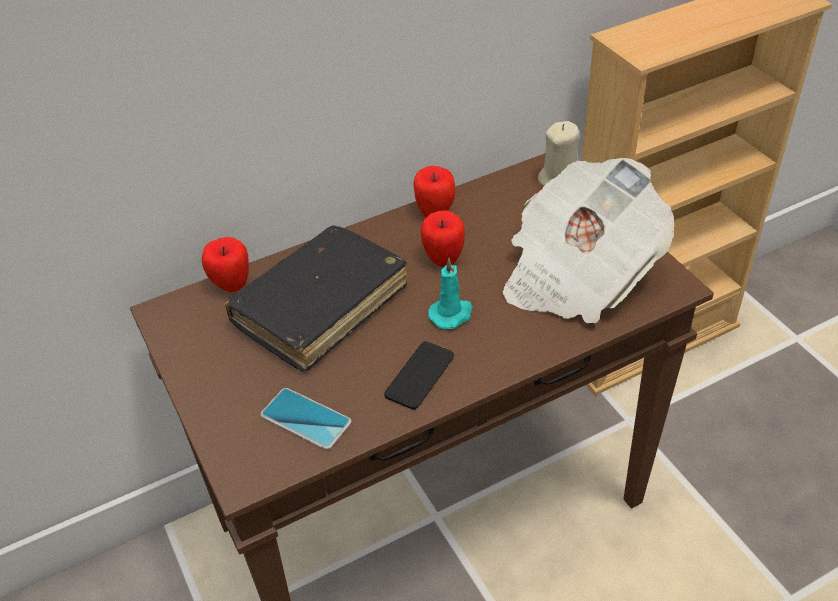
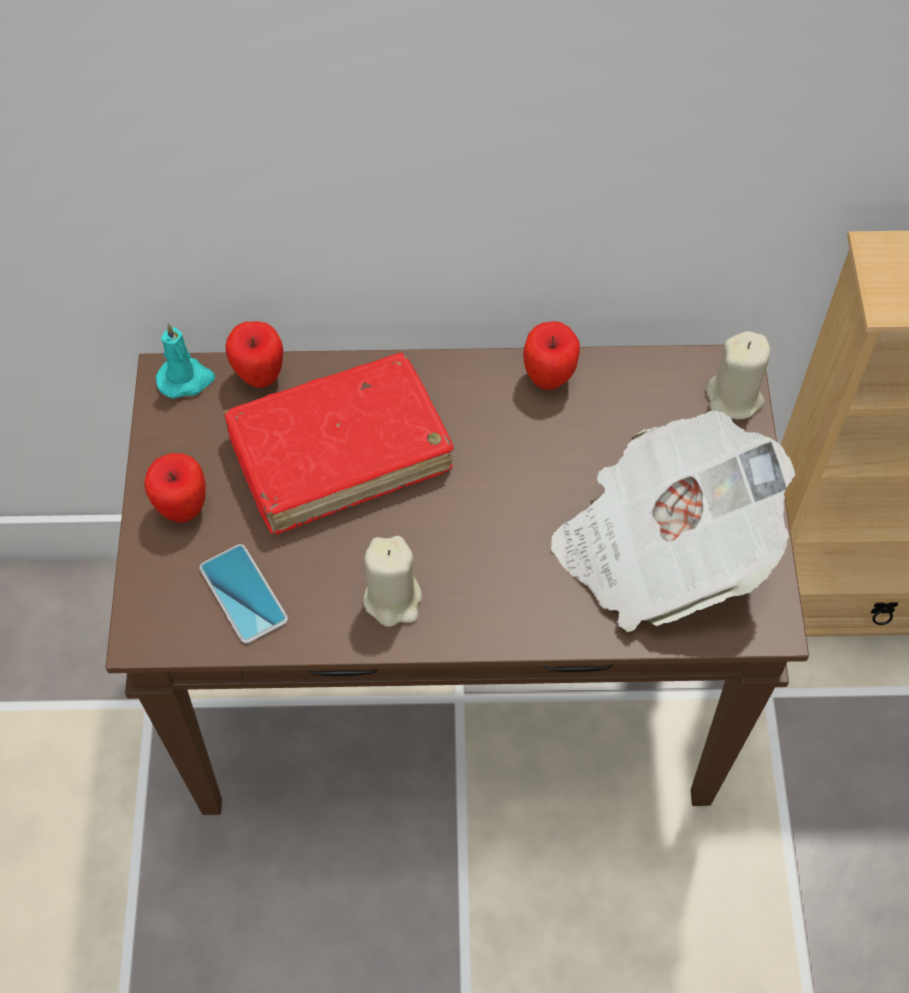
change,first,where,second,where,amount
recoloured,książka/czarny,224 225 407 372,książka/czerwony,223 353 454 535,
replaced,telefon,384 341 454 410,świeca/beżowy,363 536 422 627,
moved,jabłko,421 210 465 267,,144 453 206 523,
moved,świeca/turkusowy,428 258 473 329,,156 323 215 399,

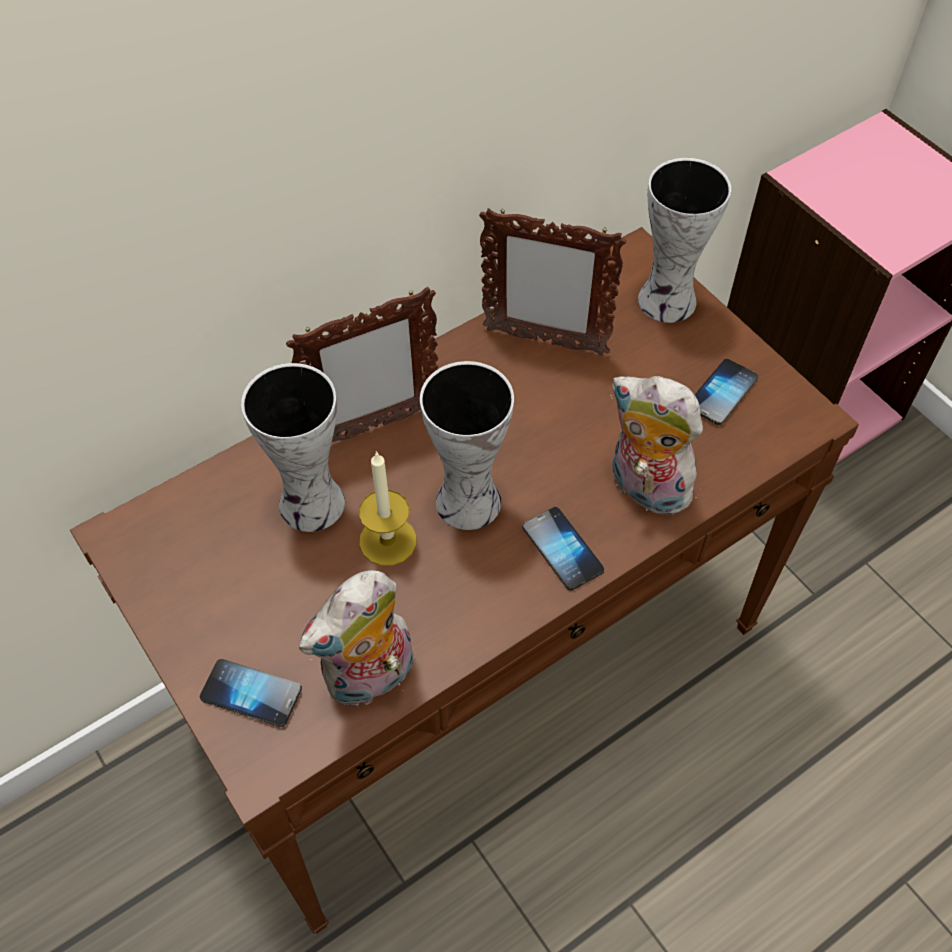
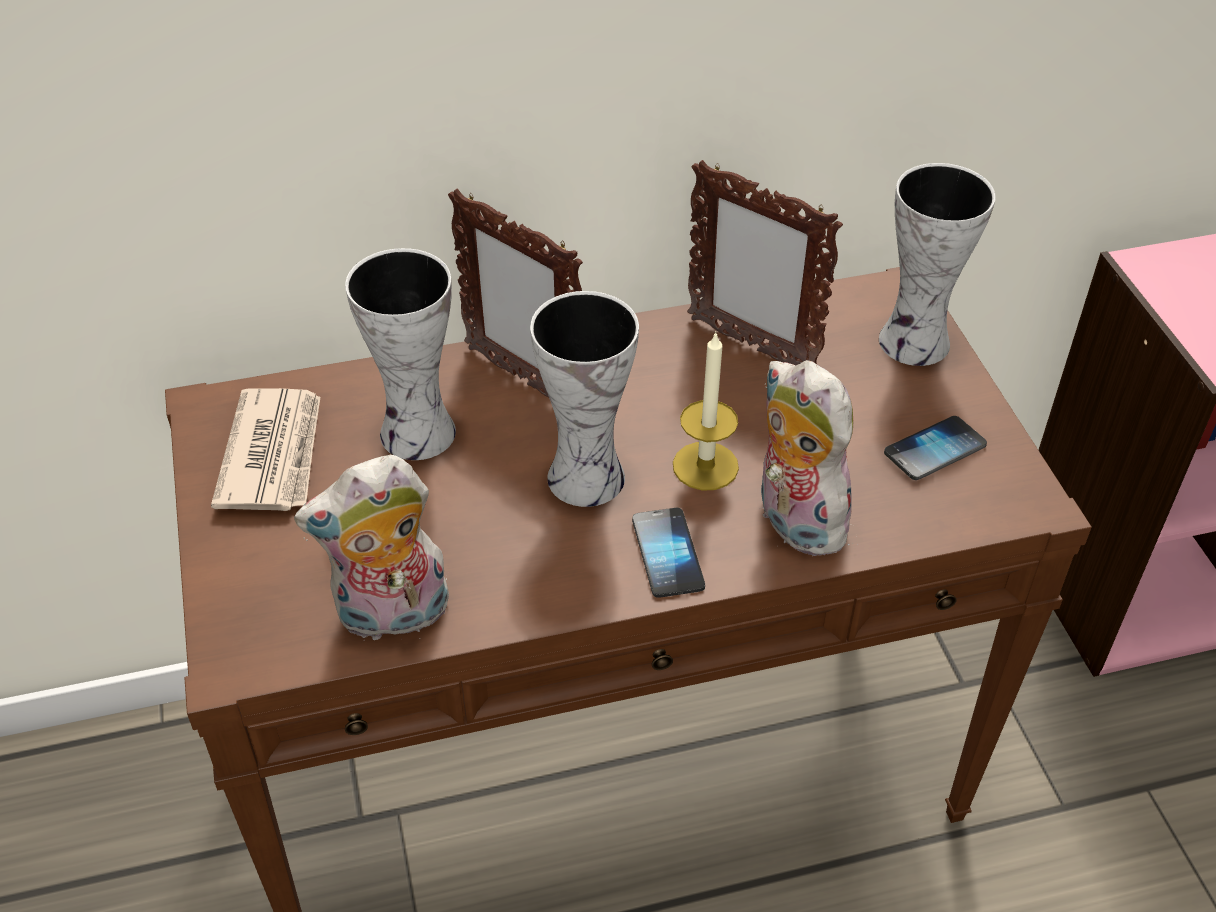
change,first,where,second,where,amount
removed,telefon,200 659 302 727,,,
turned,ramka na zdjęcie,286 287 438 442,,448 189 583 398,45 degrees clockwise
moved,świeca,359 451 417 566,,673 331 739 491,
added,,,gazeta,211 388 320 511,

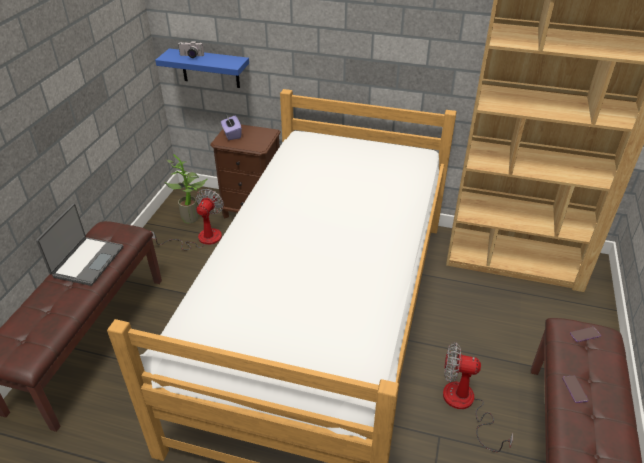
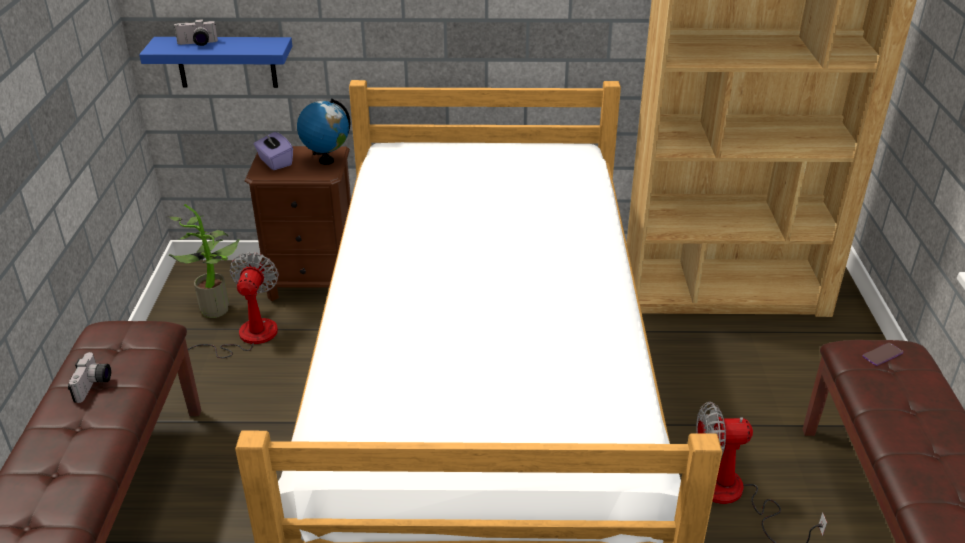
change,first,where,second,where,amount
replaced,laptop,36 204 123 286,aparat fotograficzny,68 352 111 403,
removed,telefon,562 376 588 403,,,
added,,,globus,297 98 350 165,

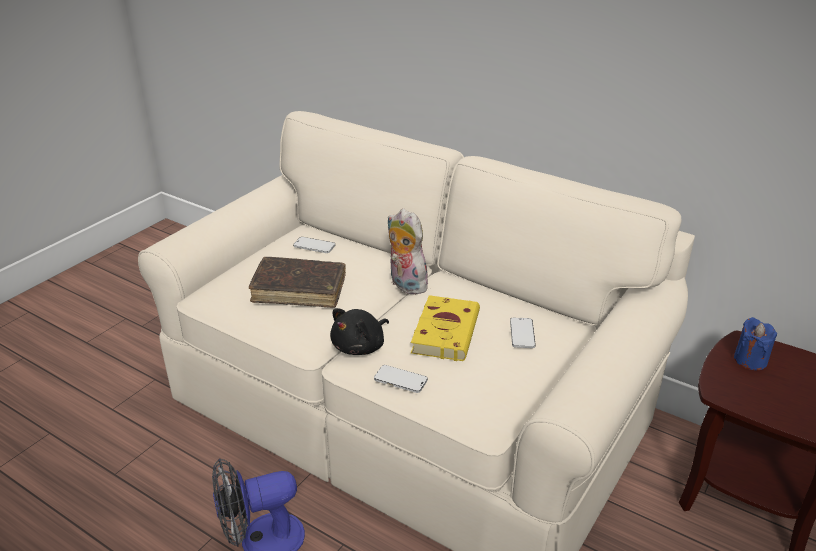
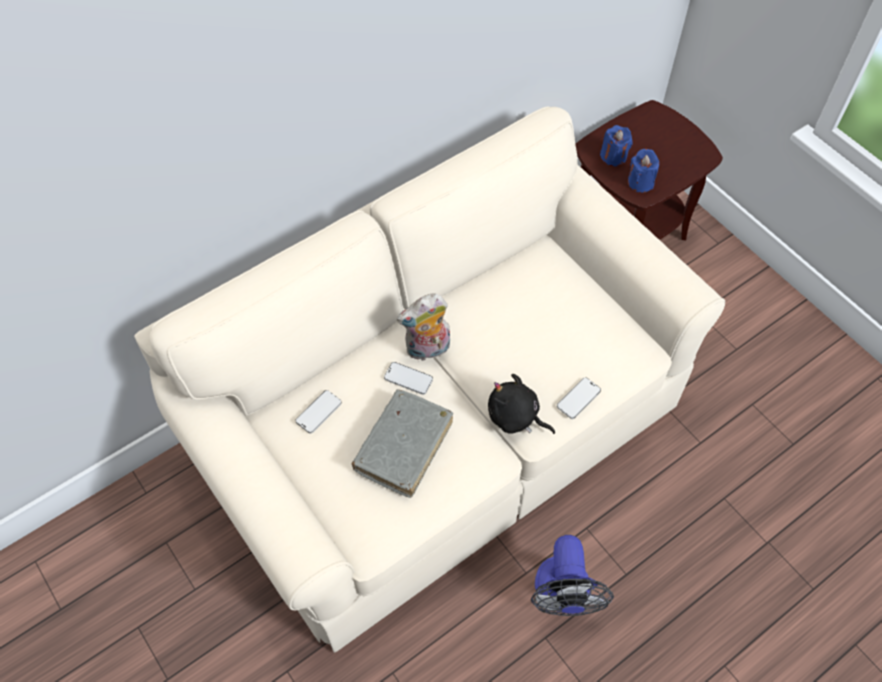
change,first,where,second,where,amount
recoloured,książka/brązowy,249 257 346 308,książka/szary,352 389 453 498,
turned,pluszak/czarny,330 308 389 355,,488 374 555 434,150 degrees clockwise
removed,książka/żółty,411 295 480 361,,,
moved,telefon,510 318 536 348,,384 362 433 395,
added,,,świeca/niebieski,628 149 659 192,

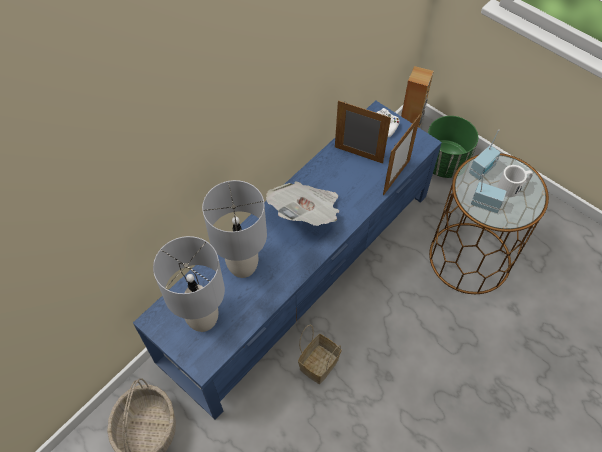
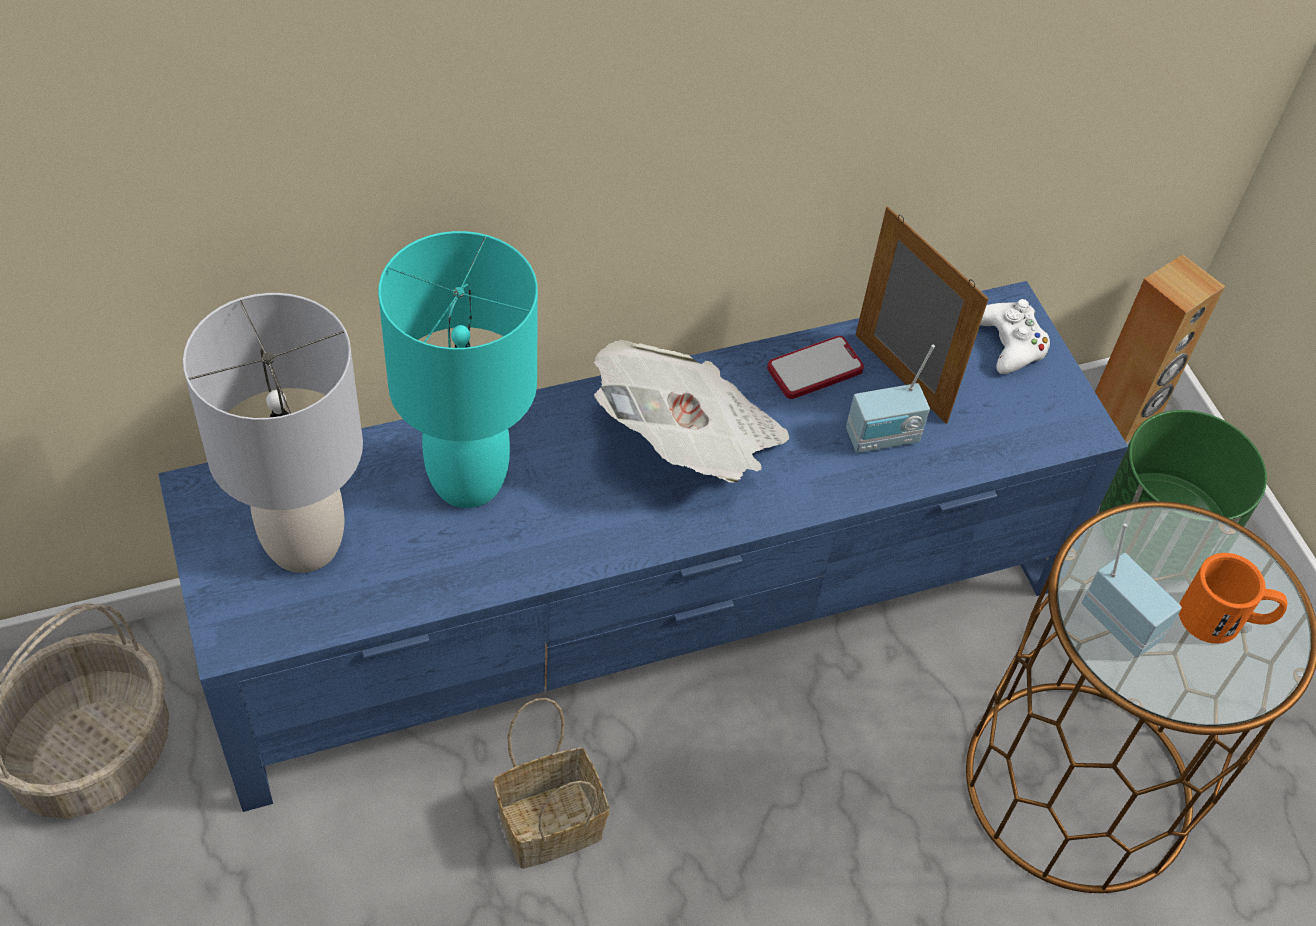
change,first,where,second,where,amount
recoloured,lampa stołowa/szary,202 180 267 278,lampa stołowa/turkusowy,378 231 538 508,
removed,ramka na zdjęcie,383 115 420 196,,,
moved,radio,469 129 501 180,,846 345 935 453,
recoloured,kubek/biały,498 165 533 197,kubek/pomarańczowy,1179 553 1287 644,
added,,,telefon,767 336 864 399,

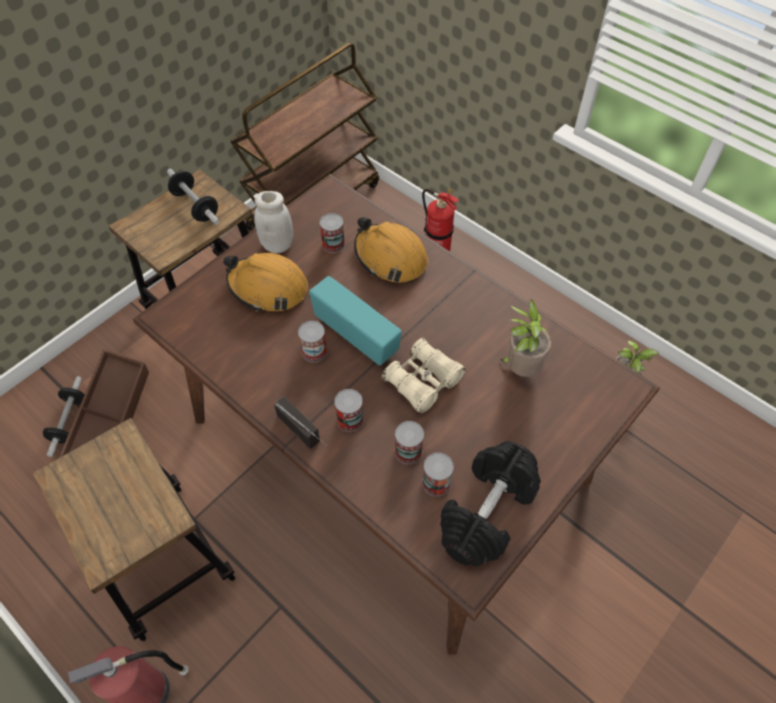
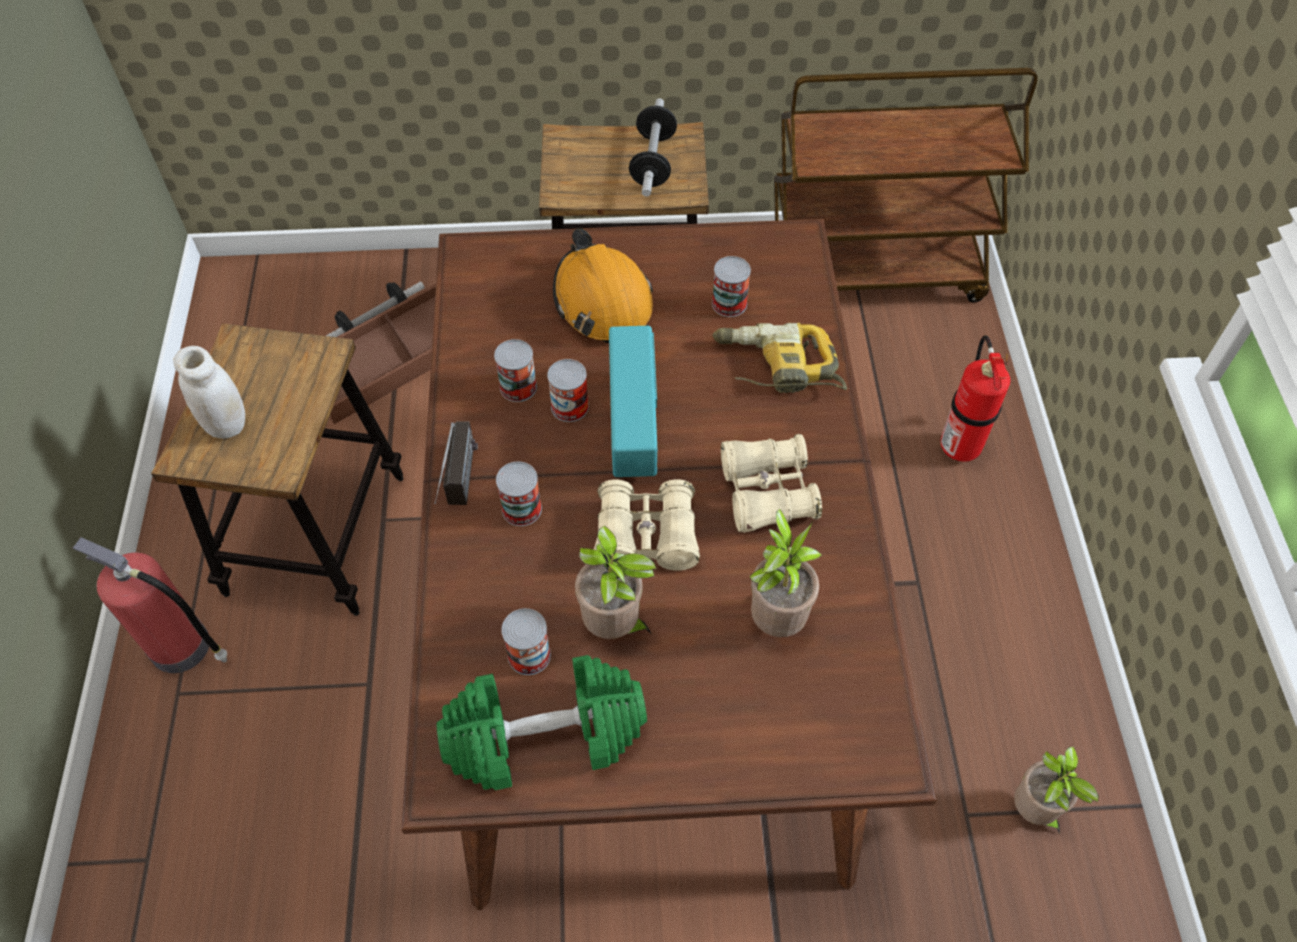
change,first,where,second,where,amount
moved,słoik/biały,254 191 293 253,,173 346 245 439,
replaced,kask/pomarańczowy,354 217 428 283,wiertarka,712 323 847 393,
moved,puszka,395 421 424 464,,494 339 537 402,
recoloured,hantel/czarny,440 441 541 566,hantel/zielony,437 655 647 790,
added,,,roślina doniczkowa,575 526 656 639,
added,,,lornetka/beżowy,721 434 822 533,

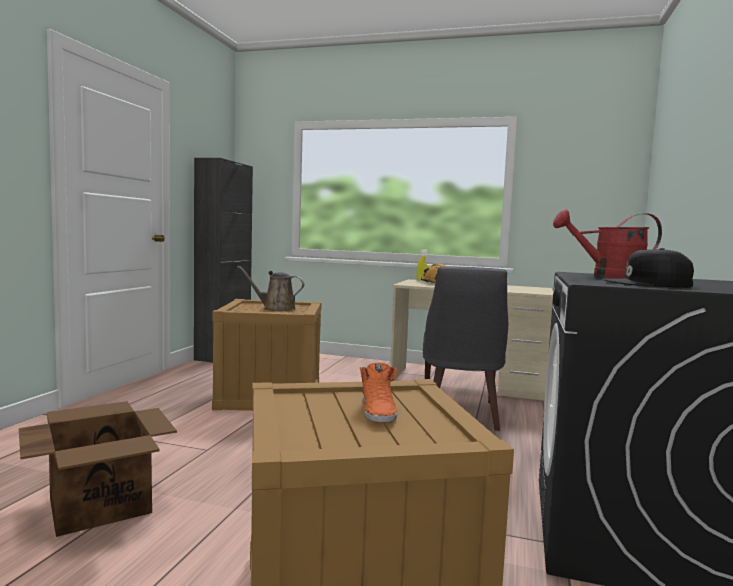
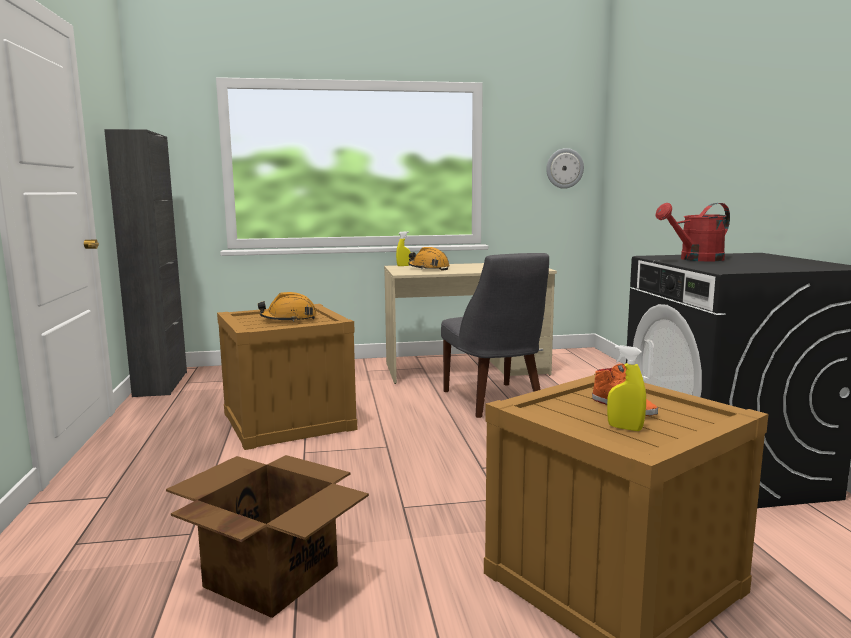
change,first,where,second,where,amount
replaced,konewka/brązowy,238 266 305 311,kask/pomarańczowy,258 292 317 322,
removed,czapka z daszkiem/czarny,602 248 694 288,,,
added,,,zegar ścienny,546 148 584 189,
added,,,spryskiwacz/żółty,607 345 646 431,

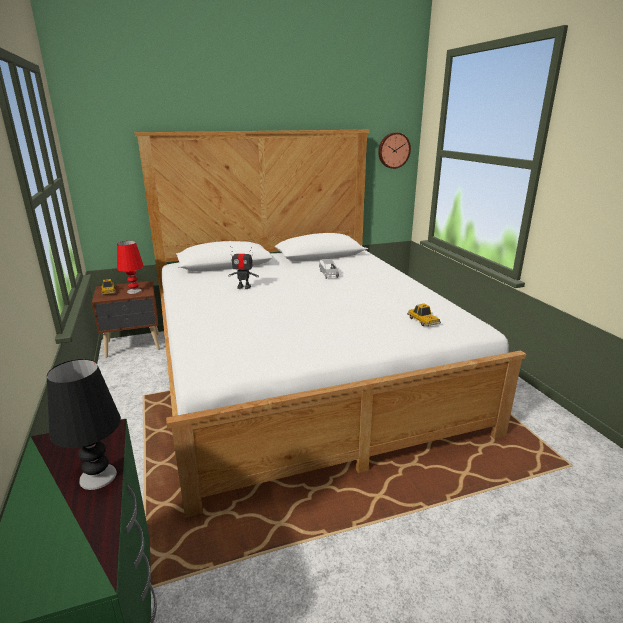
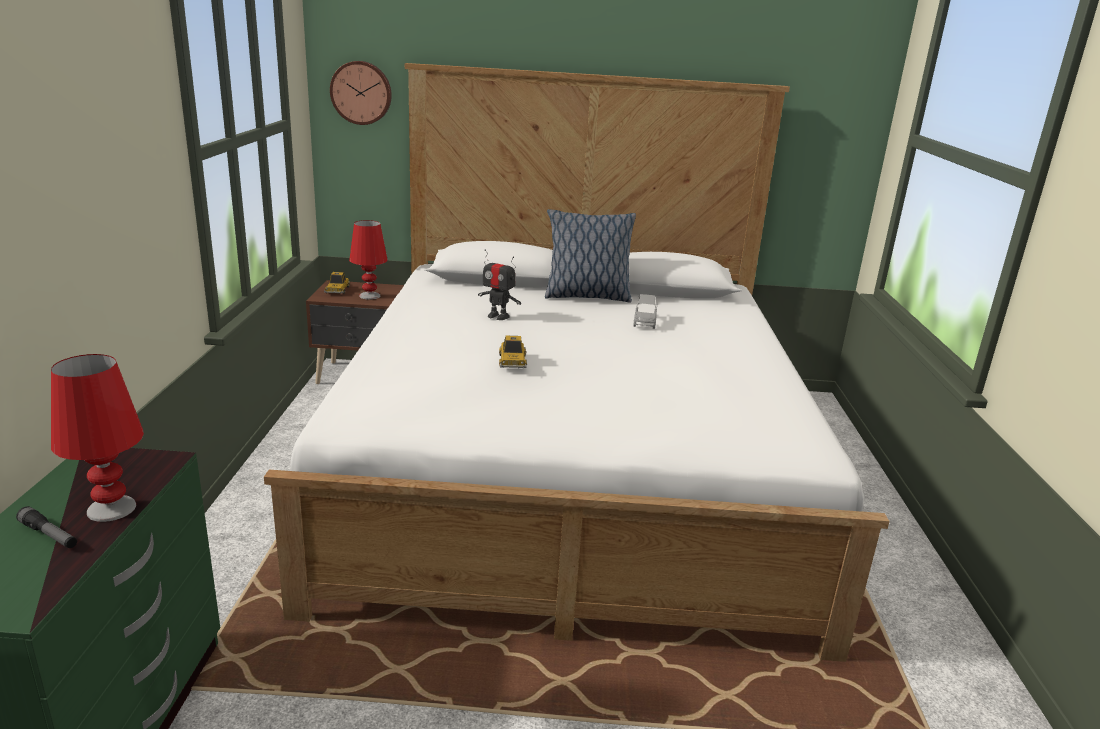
change,first,where,second,where,amount
recoloured,lampa stołowa/czarny,47 359 121 490,lampa stołowa/czerwony,51 354 144 522,
moved,zegar ścienny,378 132 411 169,,330 61 392 125,
moved,samochodzik,407 304 441 326,,499 336 527 368,
added,,,latarka,16 506 77 548,
added,,,poduszka,545 209 636 303,

